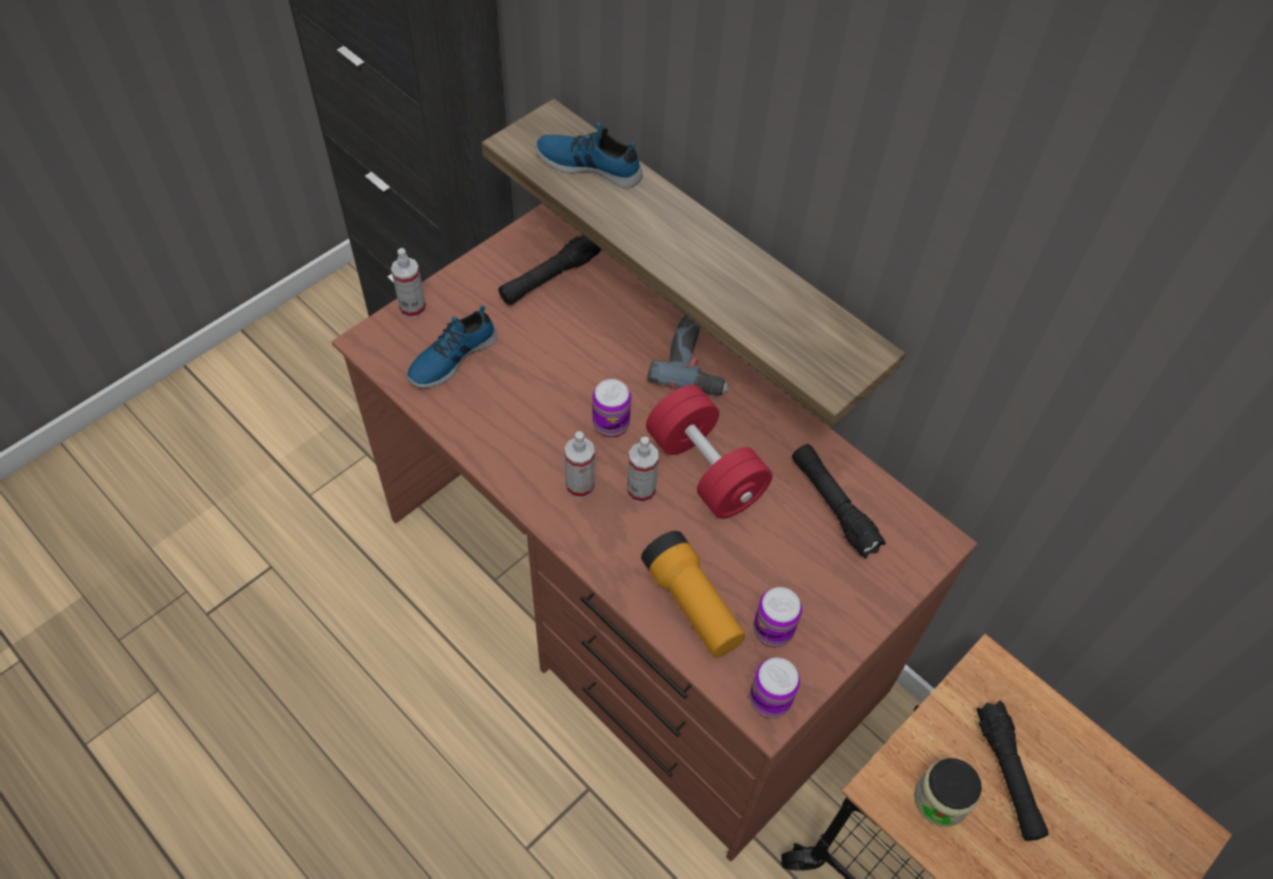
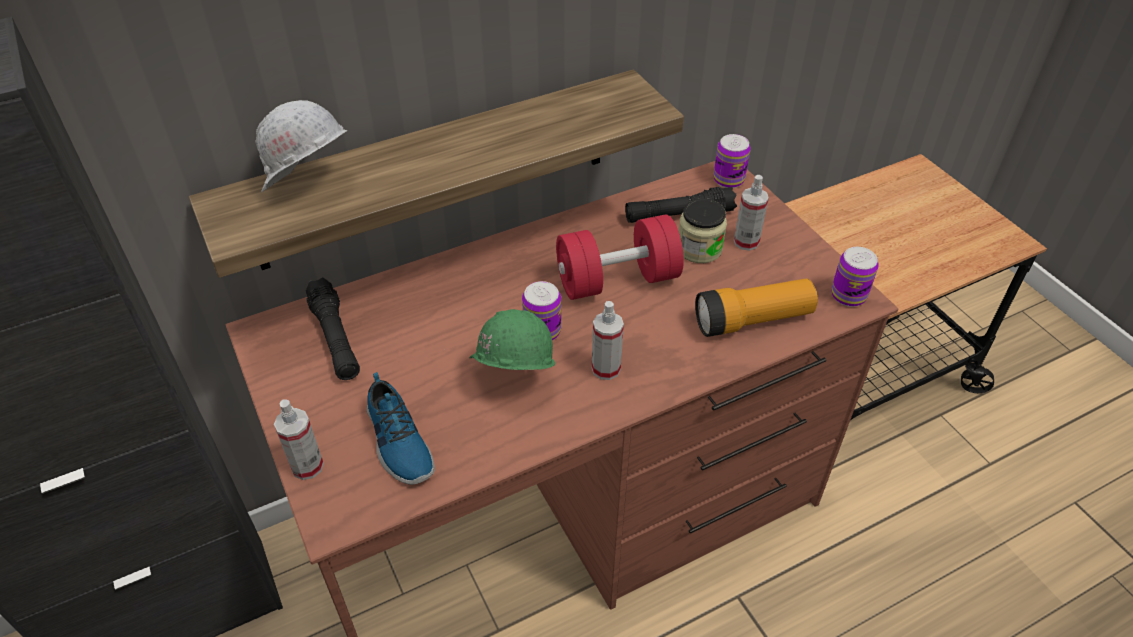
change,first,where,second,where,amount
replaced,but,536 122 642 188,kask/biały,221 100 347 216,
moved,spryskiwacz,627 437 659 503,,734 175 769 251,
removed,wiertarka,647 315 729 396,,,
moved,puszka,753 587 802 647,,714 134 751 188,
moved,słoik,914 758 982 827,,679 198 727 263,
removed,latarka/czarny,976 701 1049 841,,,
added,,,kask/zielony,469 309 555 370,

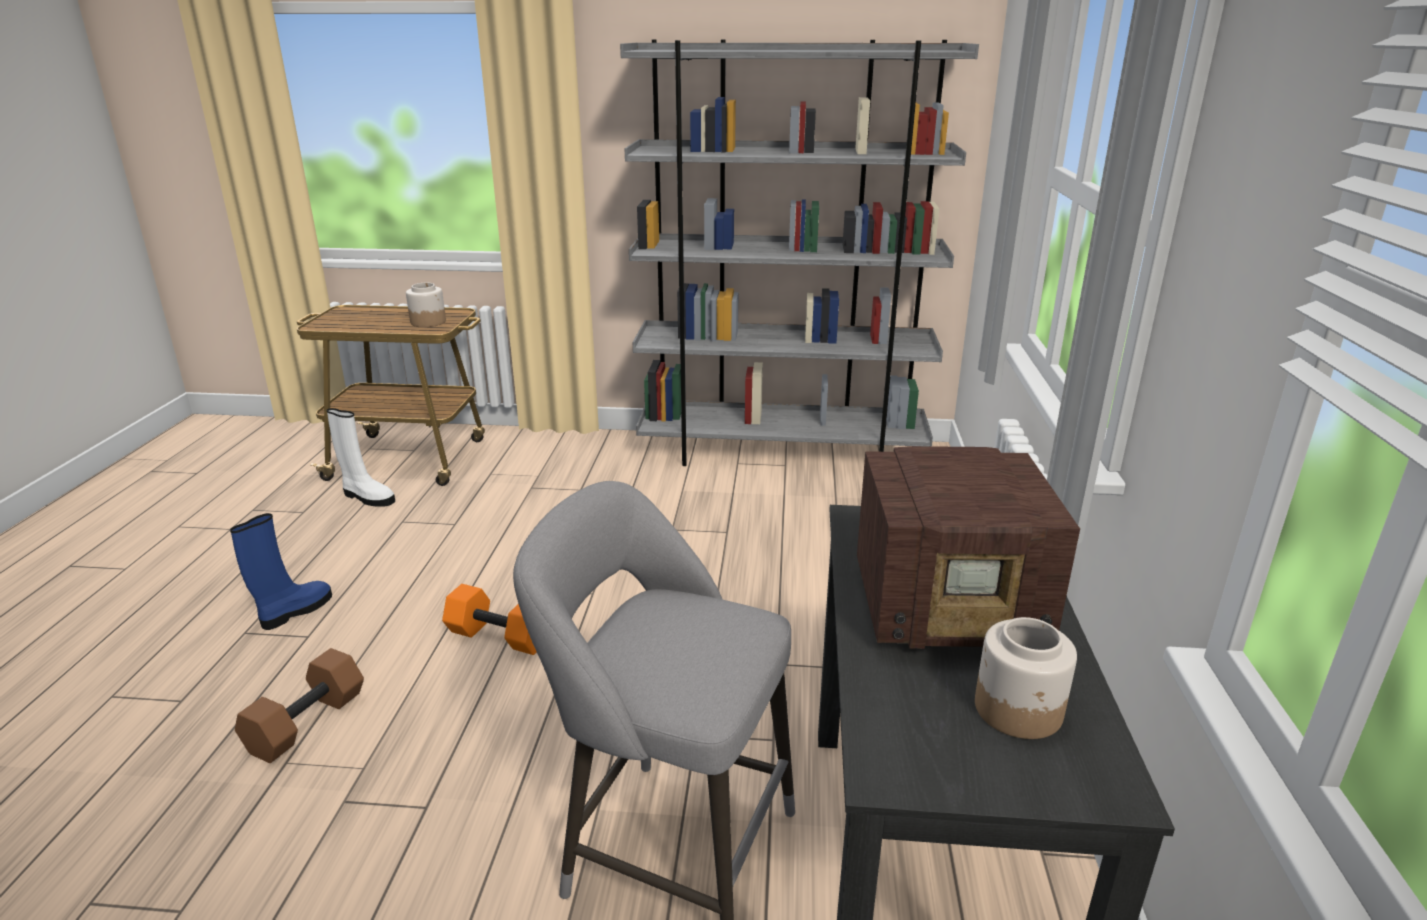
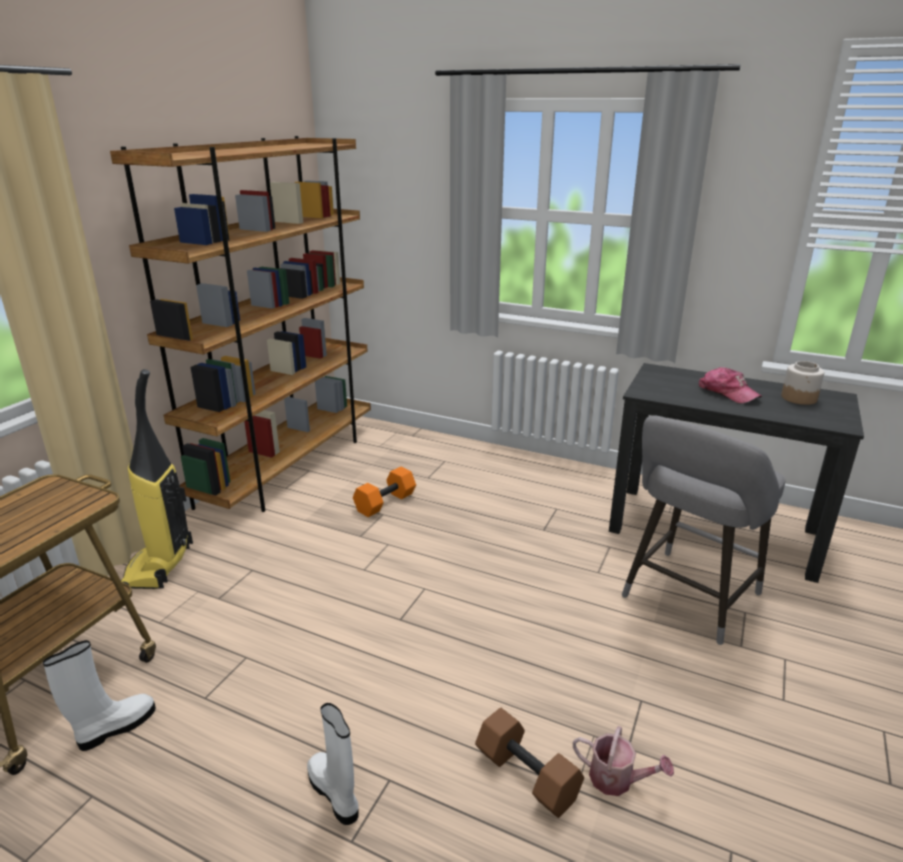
change,first,where,second,where,amount
recoloured,but z cholewką/niebieski,230 513 332 630,but z cholewką/biały,307 703 359 825,
removed,słoik,406 283 446 327,,,
moved,hantel/pomarańczowy,442 584 536 655,,353 466 416 517,
recoloured,regał/szary,620 40 979 466,regał/brązowy,110 136 371 512,
replaced,radio,857 446 1080 649,czapka z daszkiem,699 367 762 404,
added,,,odkurzacz,121 369 193 589,
added,,,konewka,573 726 674 796,

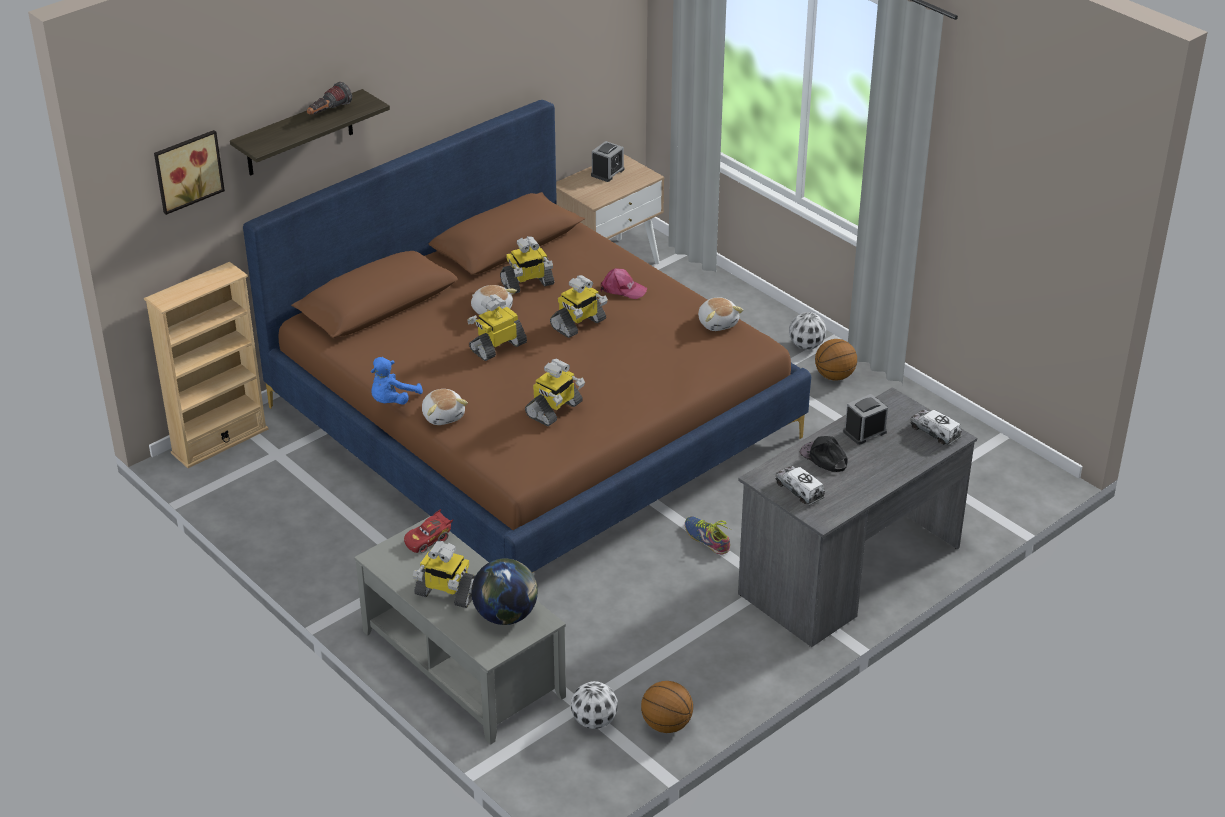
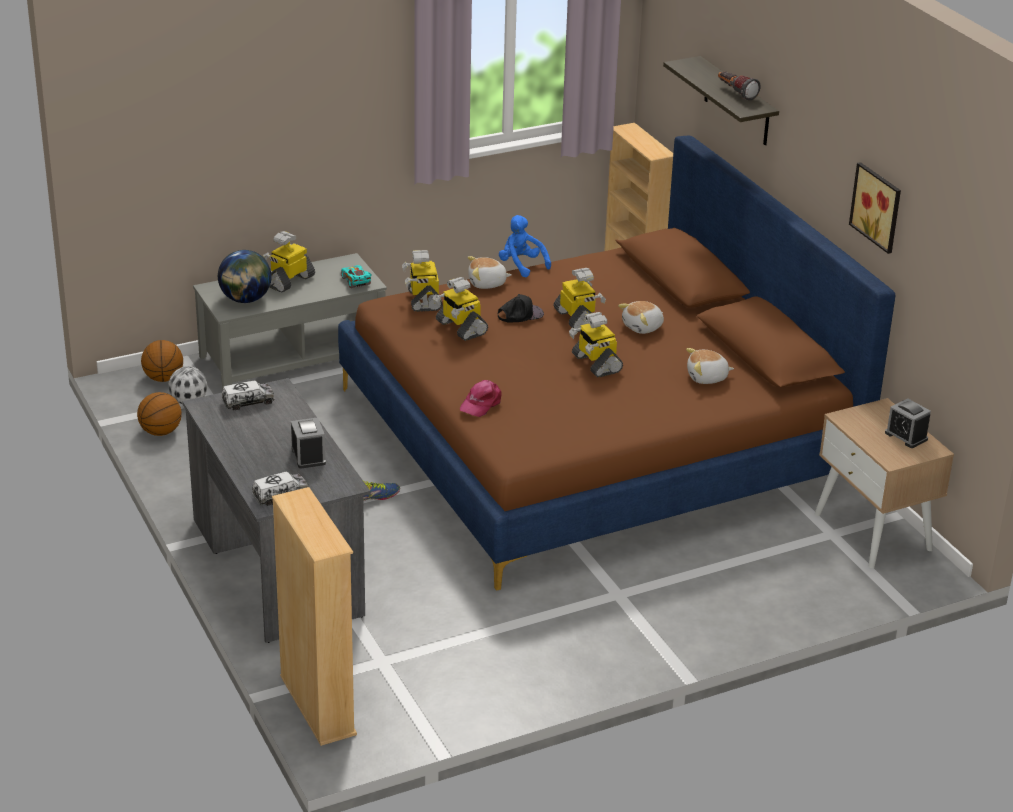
change,first,where,second,where,amount
moved,obraz,154 130 225 215,,849 162 901 254,
recoloured,samochodzik/czerwony,404 509 453 553,samochodzik/turkusowy,341 265 372 288,
moved,robot zabawkowy,500 236 554 294,,402 250 442 312,
moved,czapka z daszkiem/różowy,600 268 647 299,,460 380 502 417,
moved,pluszak,698 297 743 331,,686 348 734 384,
removed,piłka futbolowa,789 312 826 350,,,
moved,czapka z daszkiem/czarny,800 436 848 472,,498 294 544 322,
moved,piłka do koszykówki,815 339 857 381,,141 340 183 382,
added,,,regał/beżowy,272 487 357 746,

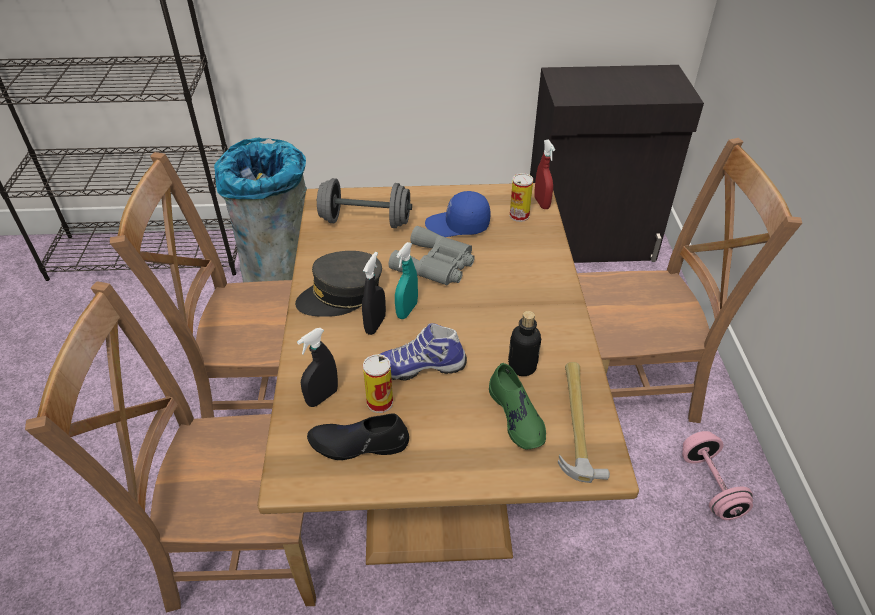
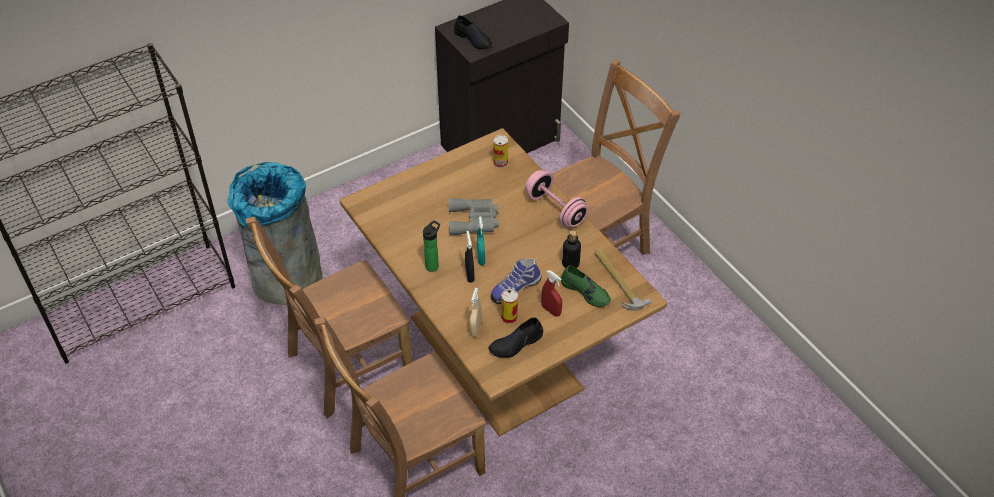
change,first,where,second,where,amount
replaced,czapka z daszkiem/szary,295 251 382 317,butelka,423 220 440 272,
recoloured,spryskiwacz/czarny,297 328 338 407,spryskiwacz/beżowy,469 288 481 337,
removed,hantel/szary,317 178 412 228,,,
removed,czapka z daszkiem/niebieski,425 191 490 237,,,
moved,spryskiwacz/czerwony,534 139 555 209,,541 270 562 317,
moved,hantel/różowy,682 431 753 520,,525 170 588 227,
added,,,but/czarny,454 15 492 49,

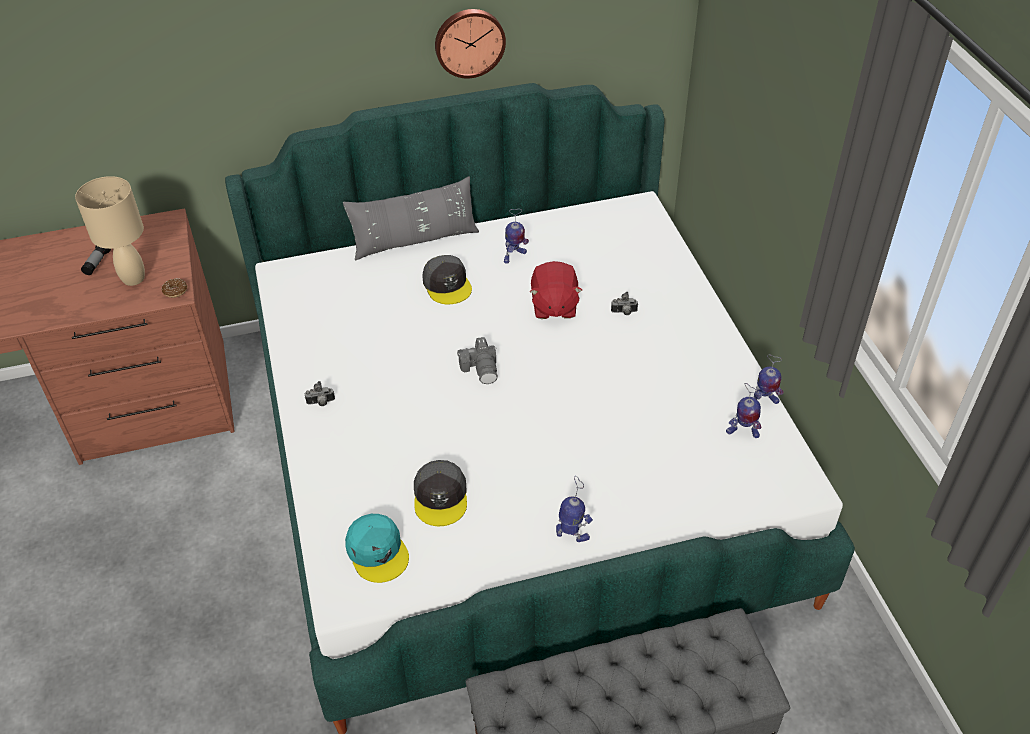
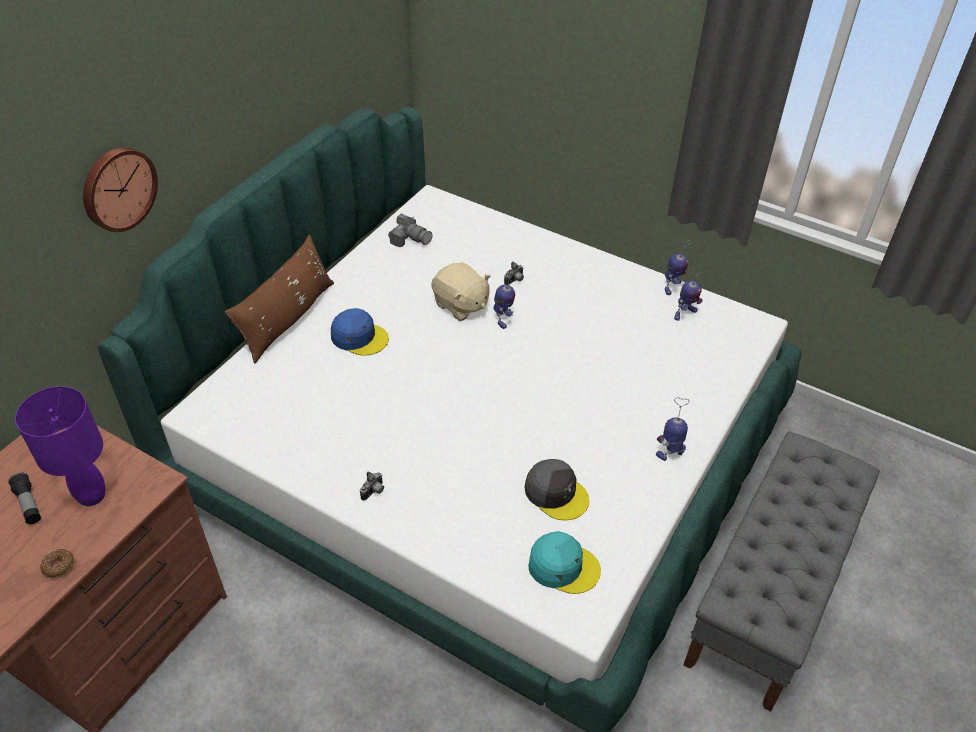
change,first,where,second,where,amount
recoloured,lampa stołowa/beżowy,75 176 145 286,lampa stołowa/fioletowy,15 386 105 506,
moved,donut,162 278 187 298,,40 549 74 578,
recoloured,poduszka/szary,343 176 479 261,poduszka/brązowy,225 234 334 364,
recoloured,czapka z daszkiem/szary,423 255 472 304,czapka z daszkiem/niebieski,331 308 389 356,
moved,zegar ścienny,435 9 506 78,,83 147 158 232,
moved,aparat fotograficzny,457 337 498 384,,388 214 432 247,
moved,robot zabawkowy,504 209 529 263,,493 269 515 329,
recoloured,pluszak/czerwony,530 261 582 319,pluszak/beżowy,431 262 490 321,

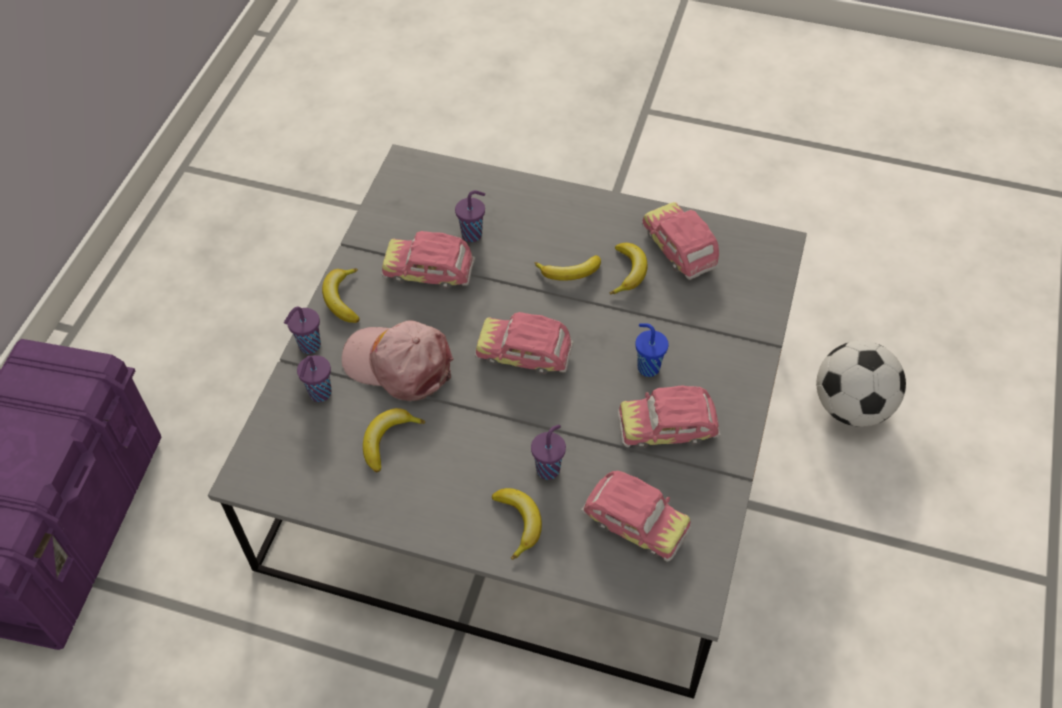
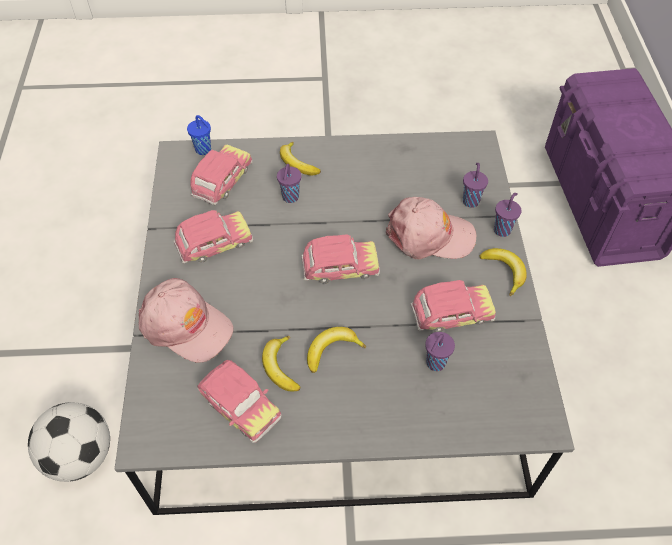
change,first,where,second,where,amount
removed,banan,363 408 425 472,,,
turned,samochodzik,581 471 691 562,,190 145 253 205,105 degrees clockwise
moved,filiżanka/niebieski,636 323 669 377,,187 115 211 155,
added,,,czapka z daszkiem/różowy,139 278 233 363,

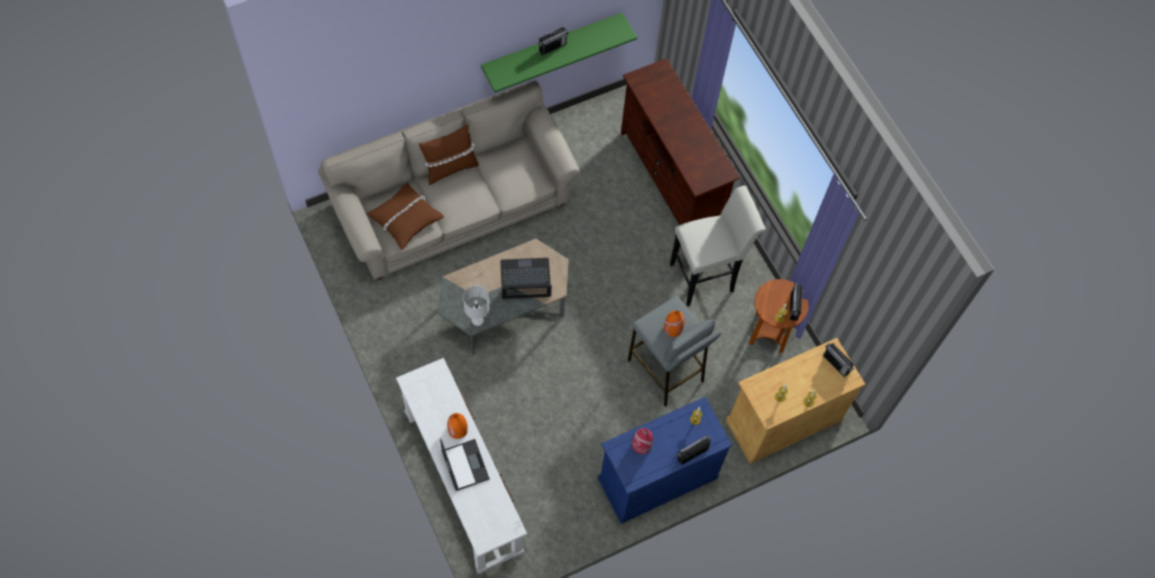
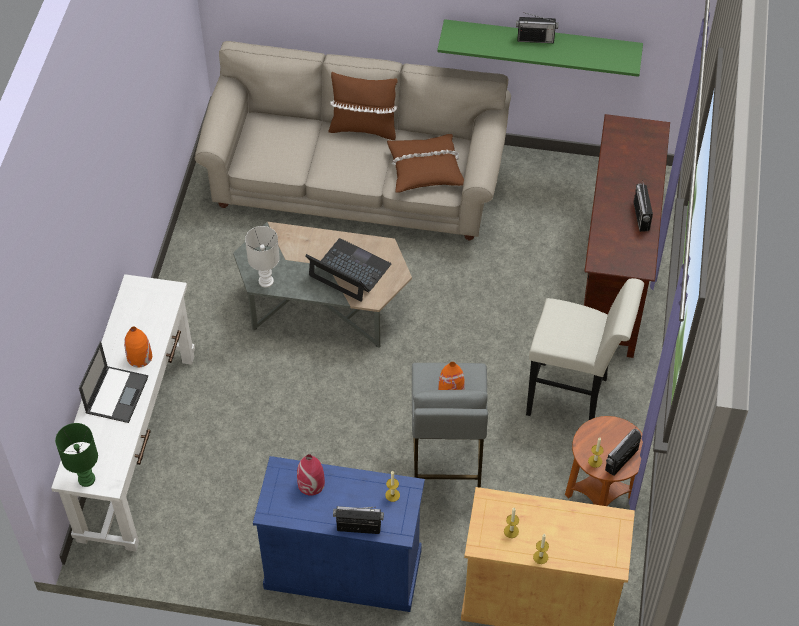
change,first,where,second,where,amount
moved,poduszka/brązowy,367 183 444 250,,387 134 464 193,
moved,radio,823 343 854 377,,633 180 653 232,
added,,,lampa stołowa/zielony,55 423 98 487,

